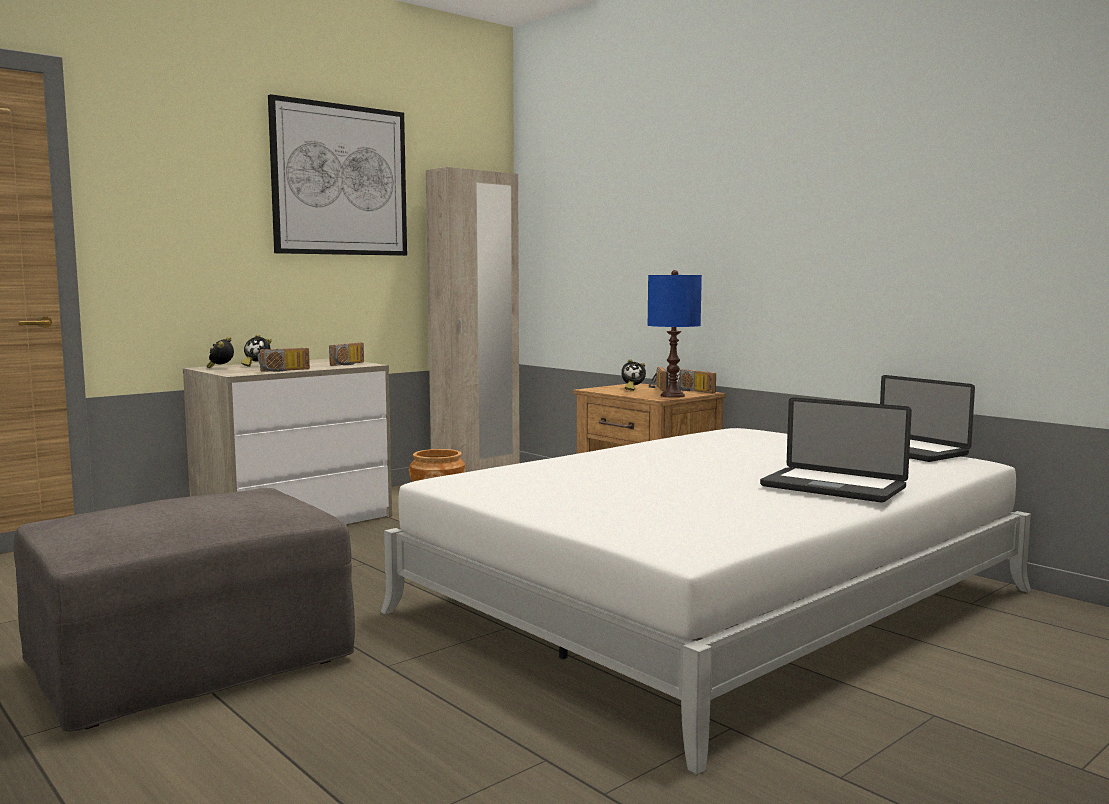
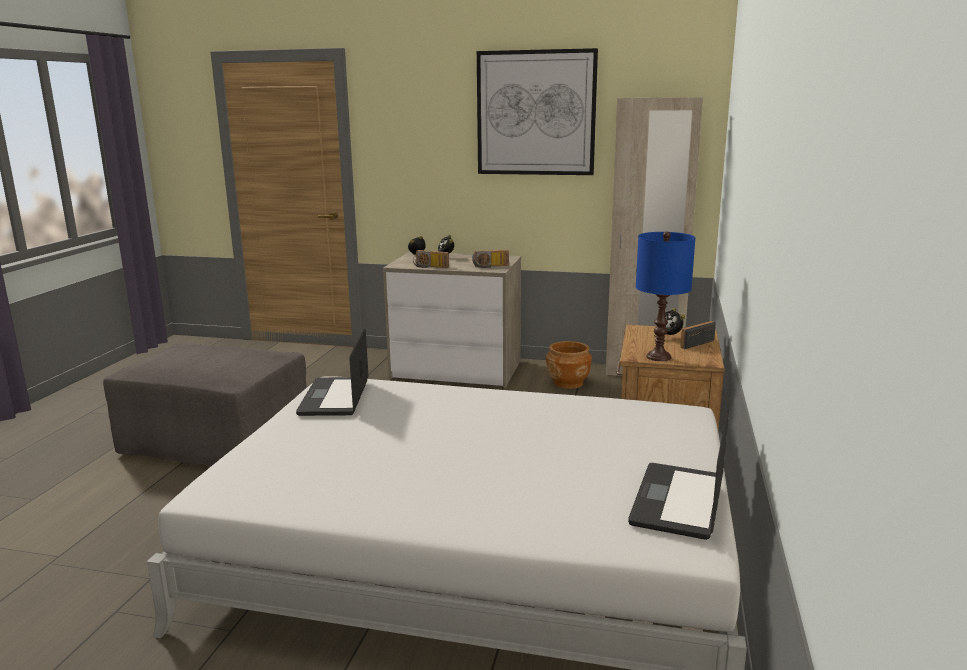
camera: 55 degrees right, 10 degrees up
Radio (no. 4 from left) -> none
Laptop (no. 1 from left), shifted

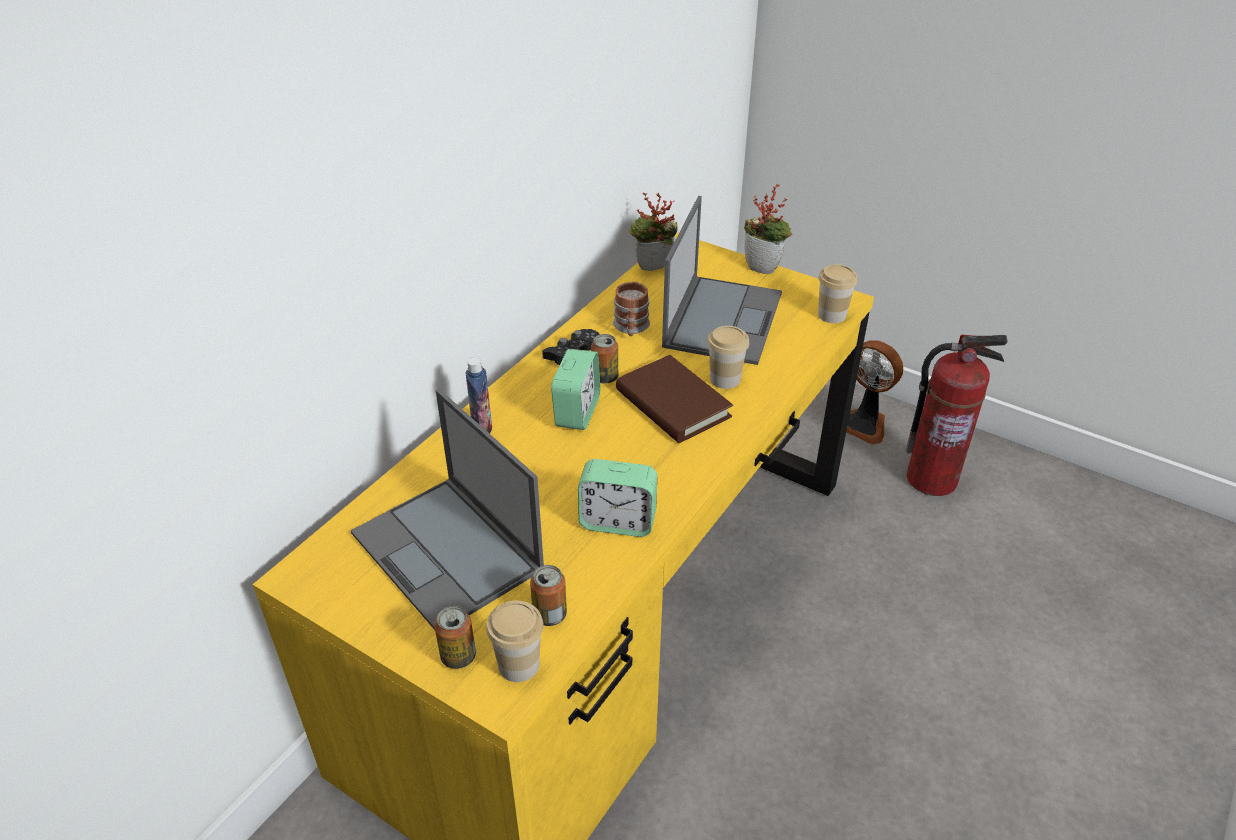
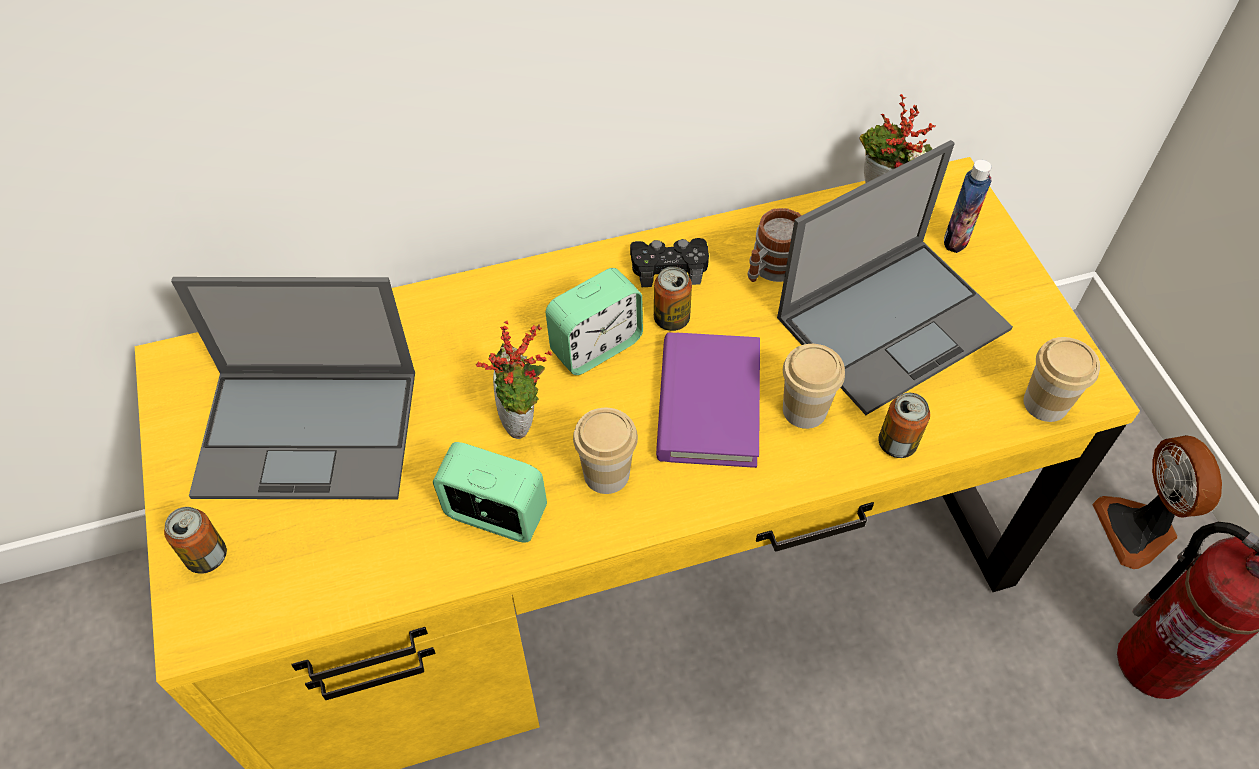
camera: 40 degrees right, 15 degrees up
Flasche, shifted
Tasse (no. 1 from left), shifted
Dose (no. 2 from left in the first image) -> Dose (no. 3 from left), shifted
Topfpflanze (no. 2 from left in the first image) -> Topfpflanze (no. 1 from left), shifted
Buch [braun] -> Buch [lila]
Laptop (no. 1 from left), 90 degrees counterclockwise
Wecker (no. 2 from left in the first image) -> Wecker (no. 1 from left), 150 degrees clockwise

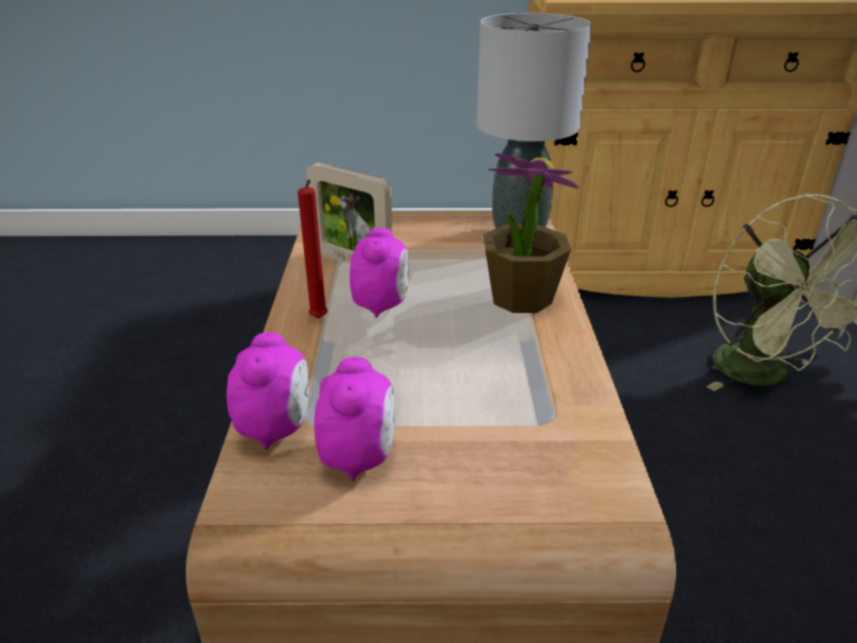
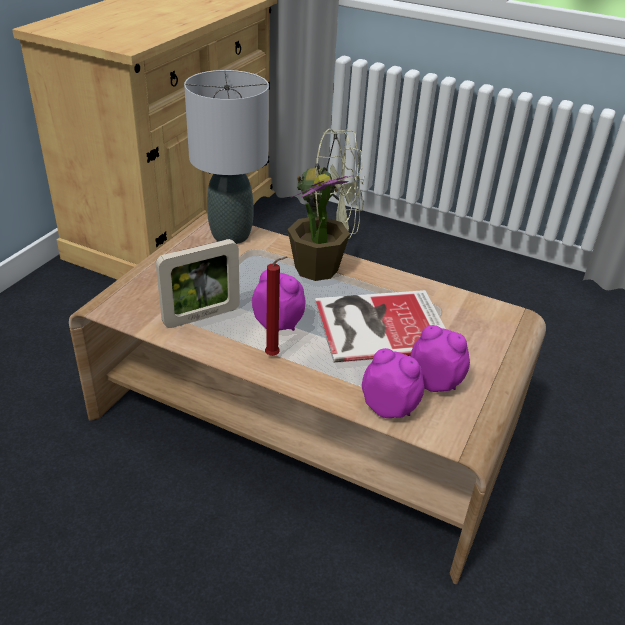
camera: 65 degrees left, 5 degrees up
none -> Buch

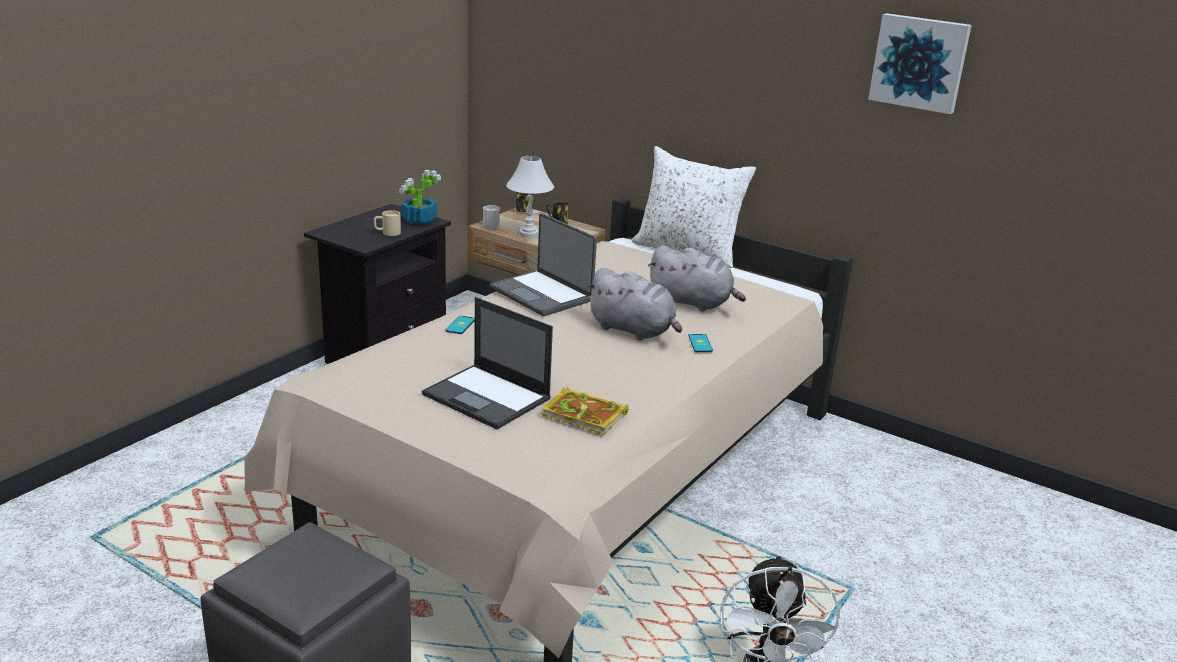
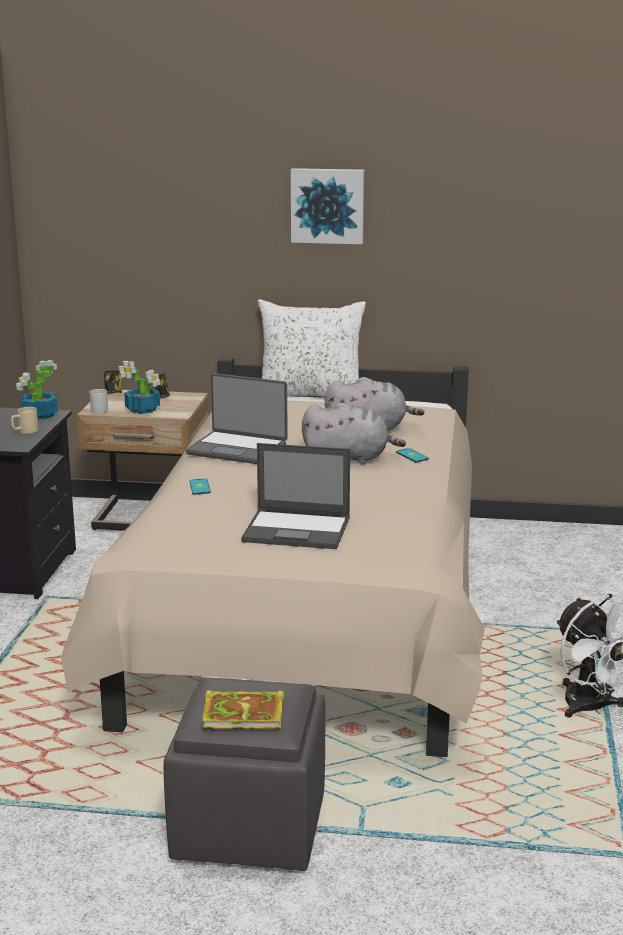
camera: 25 degrees left, 5 degrees down
Buch, shifted
Bild, shifted
Tischlampe [weiß] -> Topfpflanze (no. 2 from left)

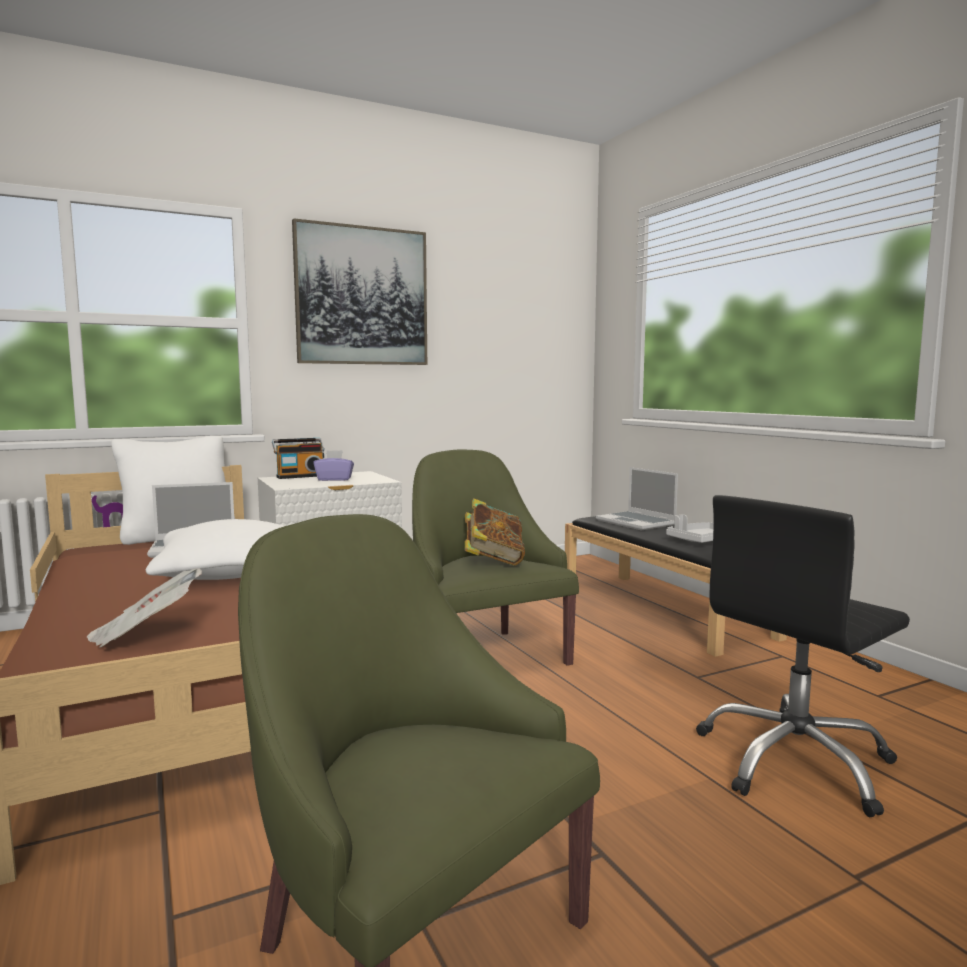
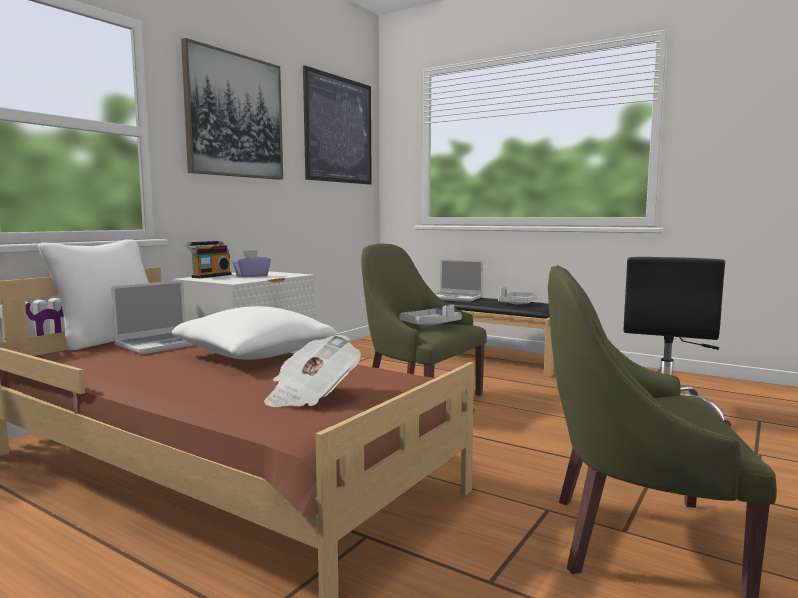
camera: 30 degrees left, 0 degrees up
none -> Bild (no. 2 from left)
Buch -> Tablett [grau] (no. 1 from left)

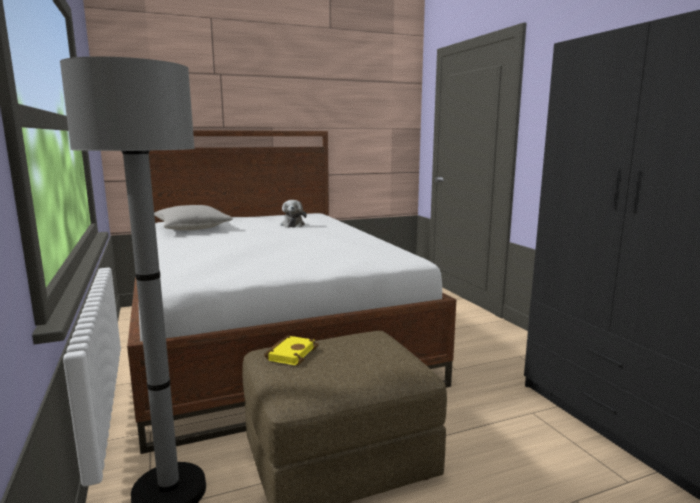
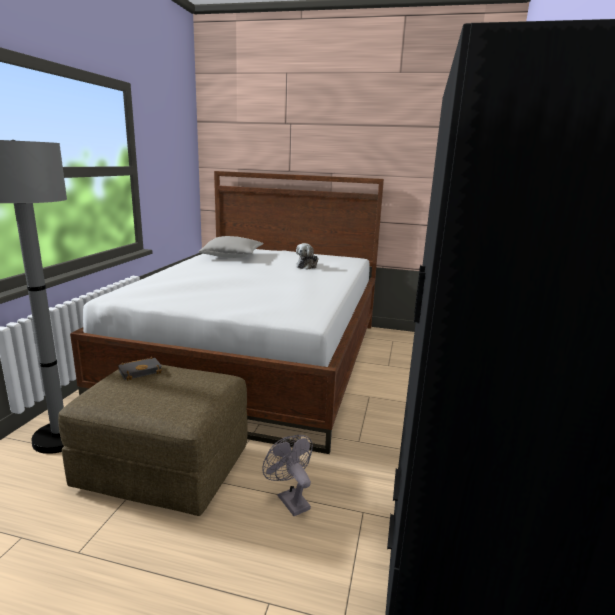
camera: 35 degrees right, 5 degrees up
none -> Ventilator [grau]
Buch [gelb] -> Buch [schwarz]

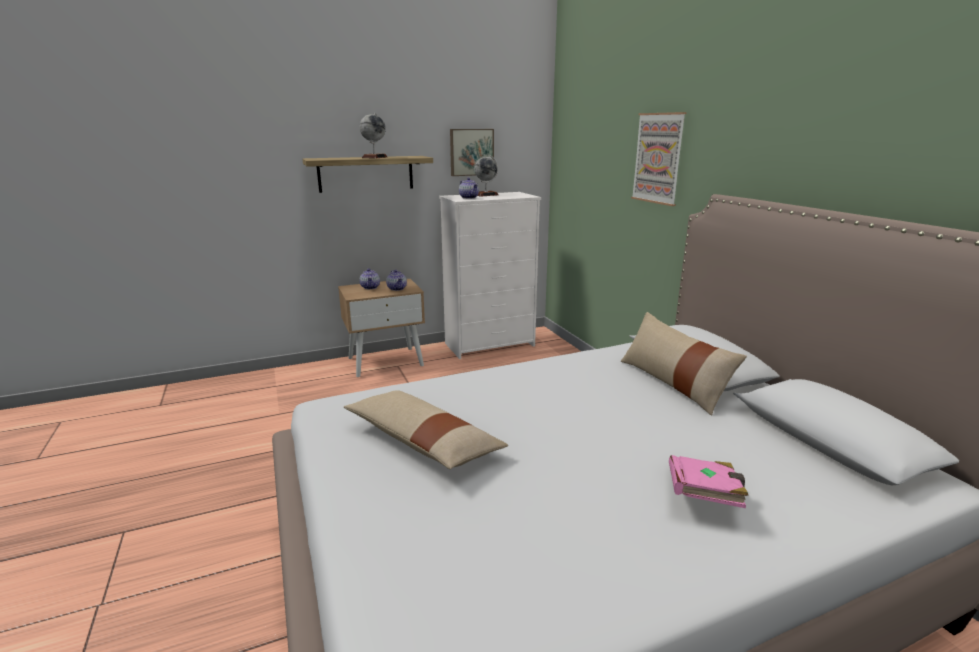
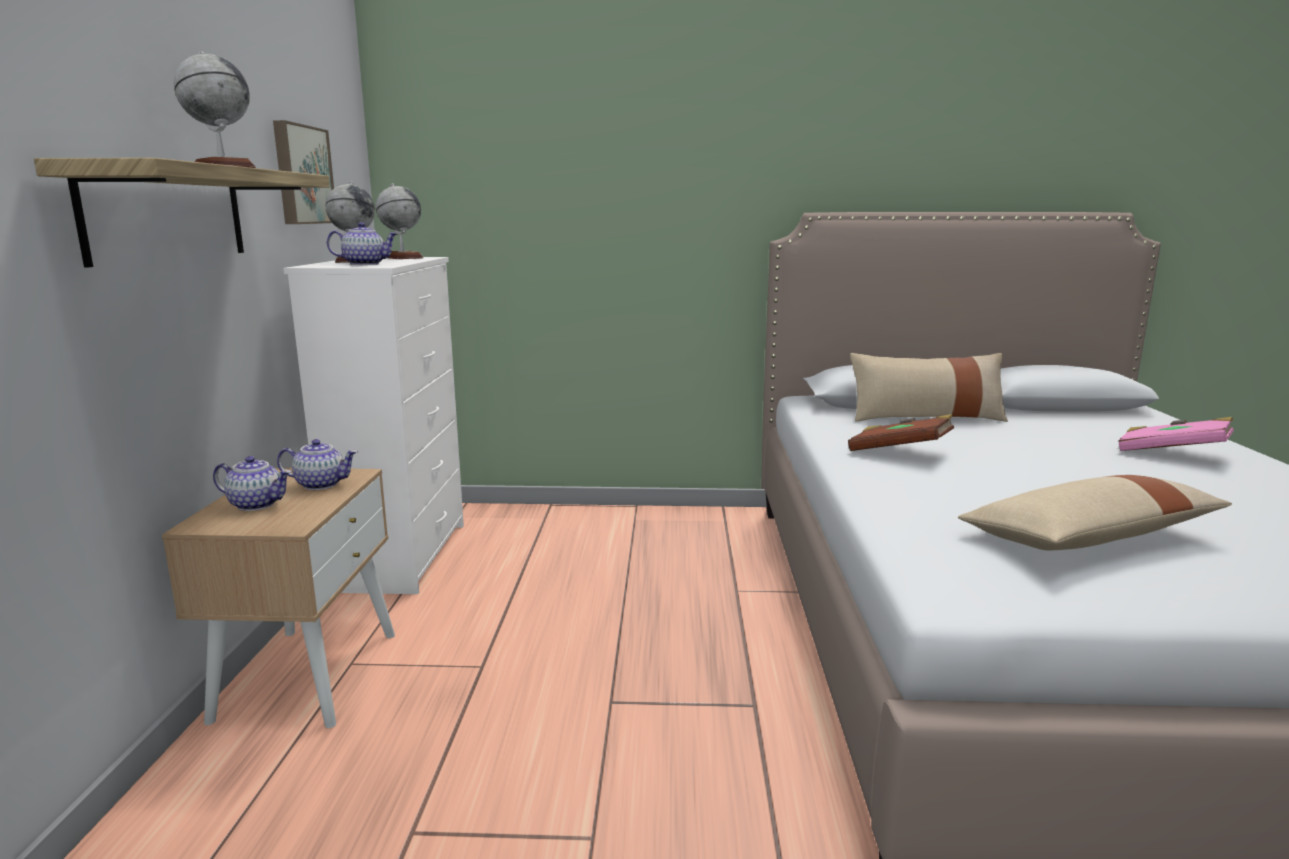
camera: 65 degrees left, 5 degrees down
Bild (no. 2 from left) -> none
none -> Globus (no. 3 from left)
none -> Buch [braun]

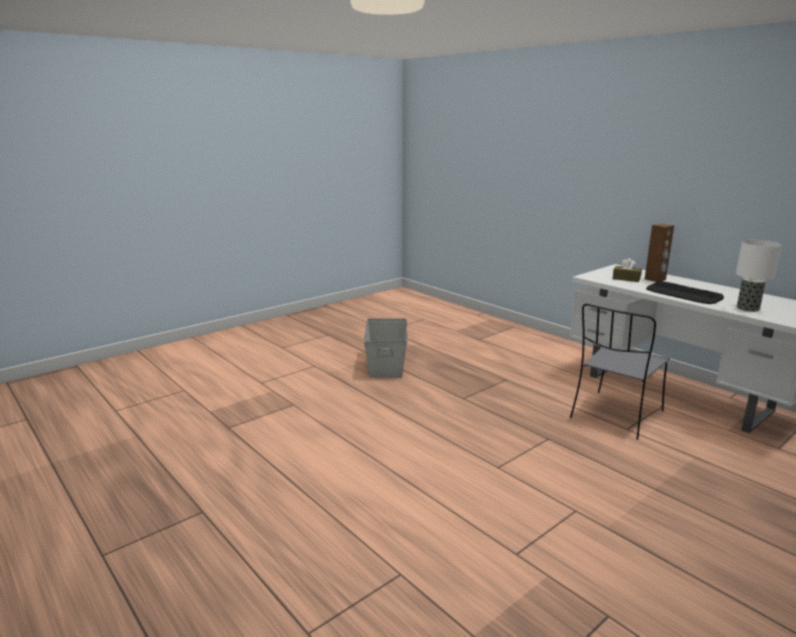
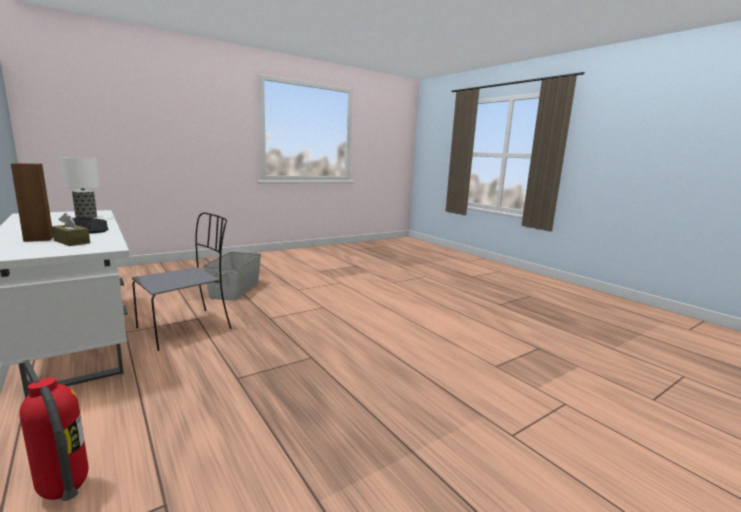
camera: 175 degrees left, 5 degrees down
none -> Feuerlöscher
Aufbewahrungsbox [grau], shifted

